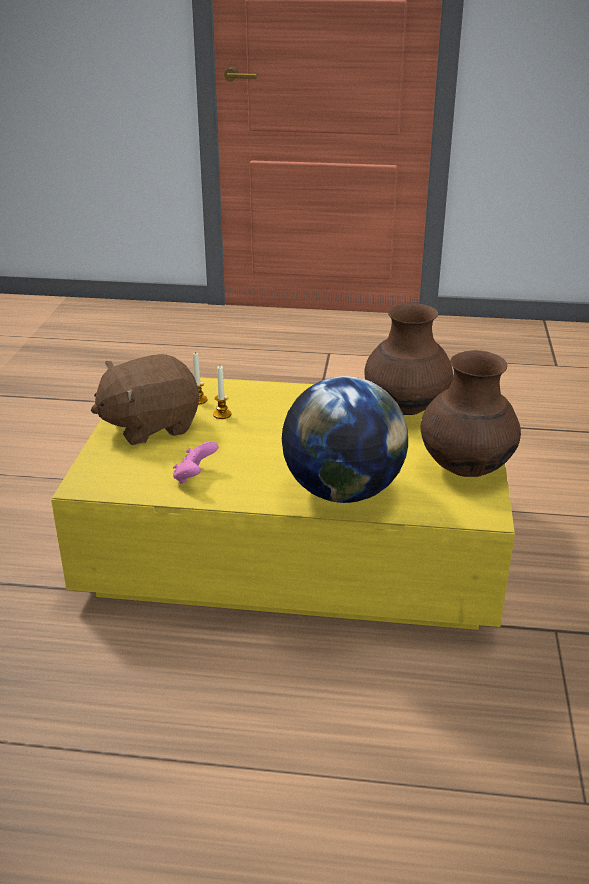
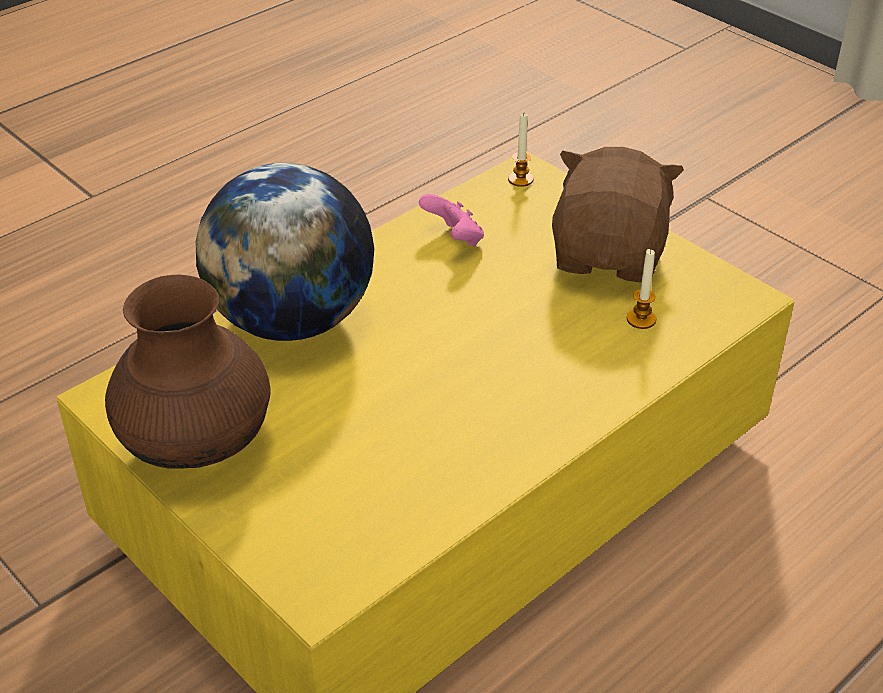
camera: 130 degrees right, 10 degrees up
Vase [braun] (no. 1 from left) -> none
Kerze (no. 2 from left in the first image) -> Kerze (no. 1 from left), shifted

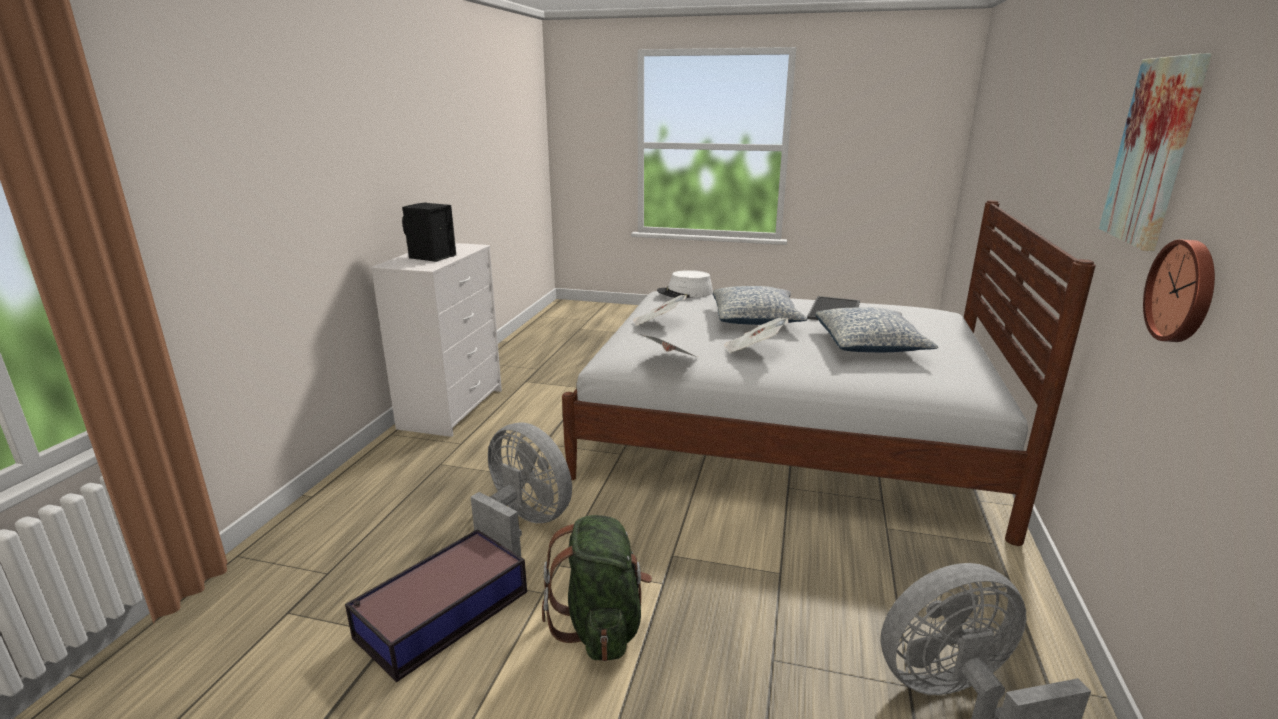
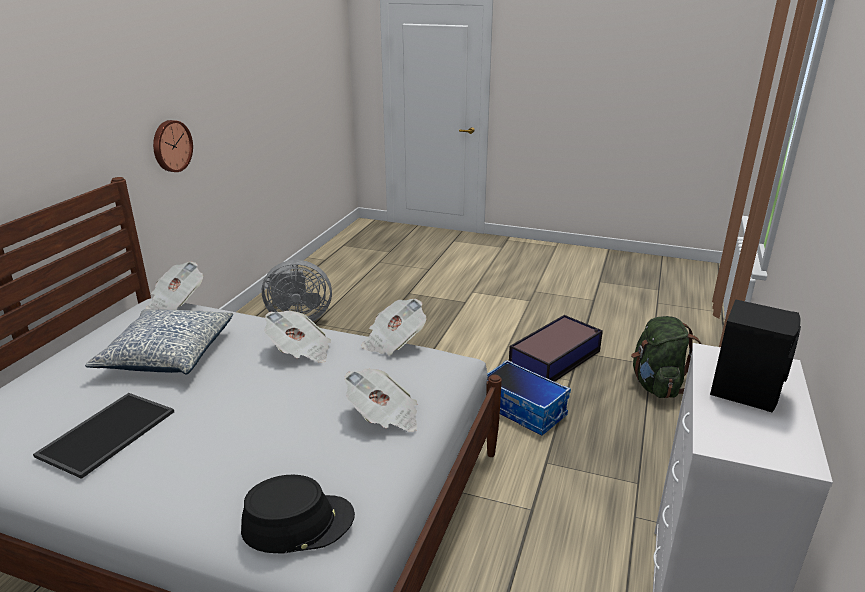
camera: 175 degrees left, 5 degrees up
Kissen (no. 1 from left) -> none
Bild -> none
none -> Zeitung (no. 1 from left)
Rucksack [grün], shifted
Ventilator [grau] (no. 1 from left) -> Aufbewahrungsbox (no. 1 from left)
Hut [weiß] -> Hut [schwarz]

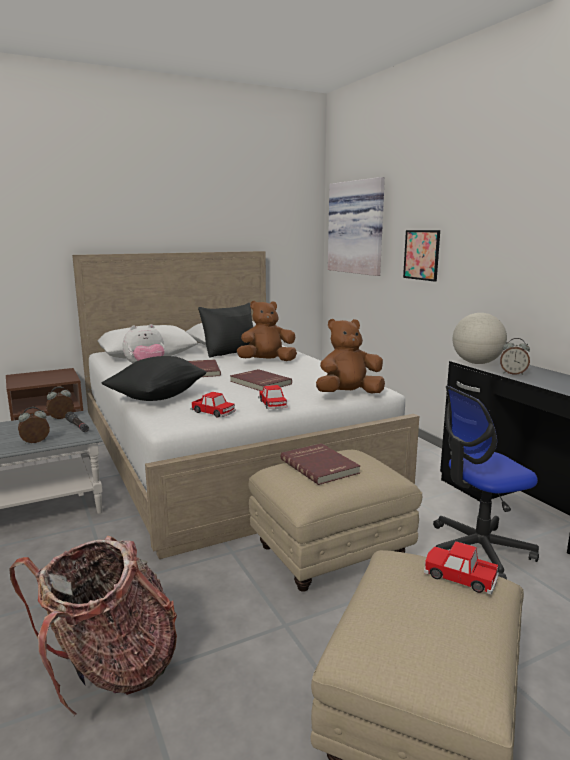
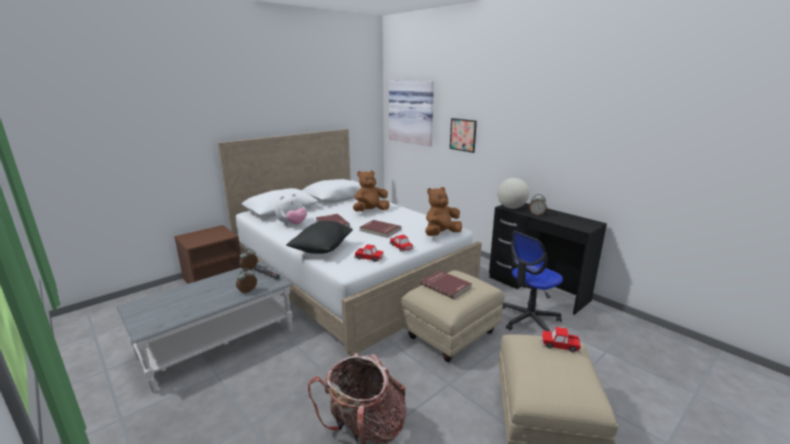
camera: 15 degrees left, 5 degrees up
Kissen [schwarz] (no. 2 from left) -> none

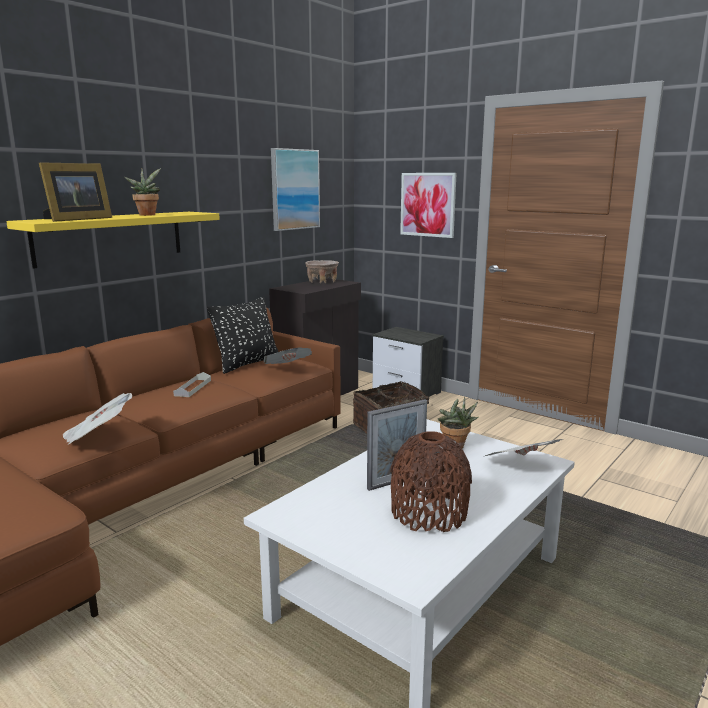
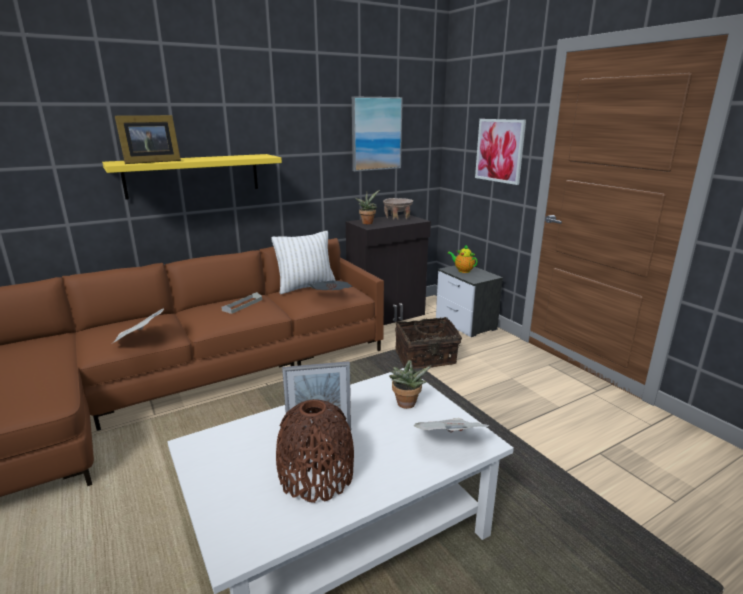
camera: 20 degrees right, 5 degrees up
none -> Teekanne
Topfpflanze (no. 1 from left), shifted
Kissen [schwarz] -> Kissen [weiß]

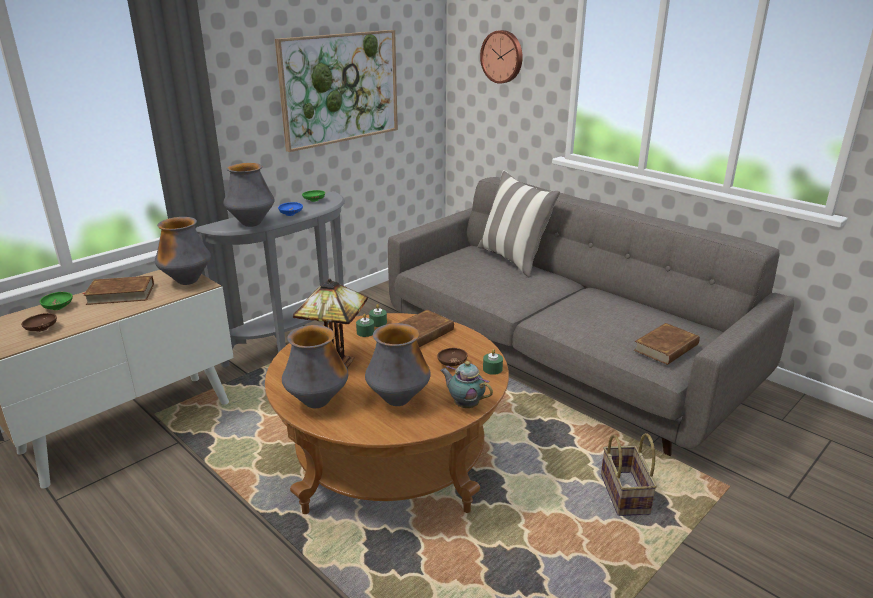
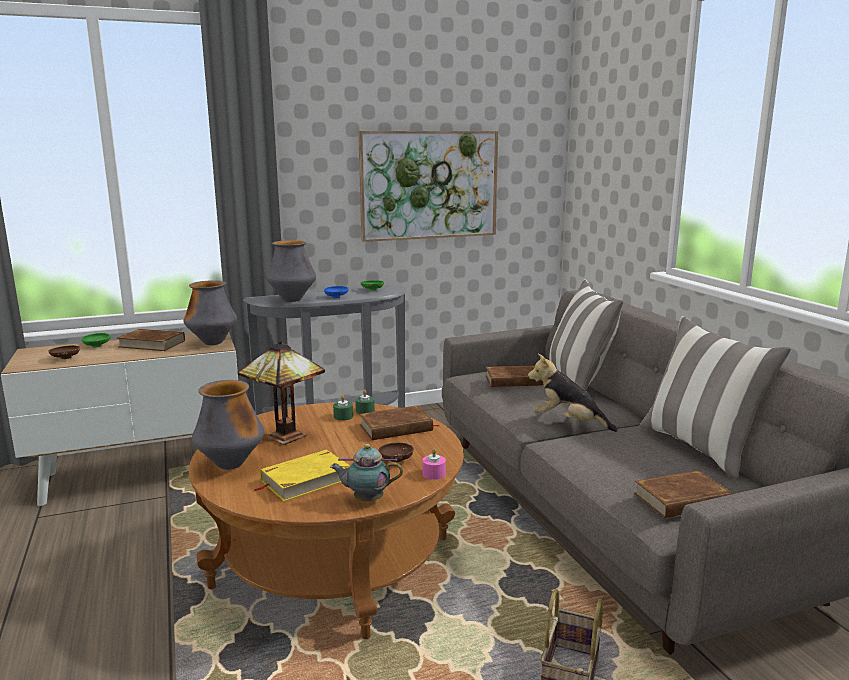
camera: 25 degrees right, 10 degrees down
Wanduhr -> none
none -> Buch [braun] (no. 3 from left)
none -> Plüschtier
none -> Kissen (no. 2 from left)
Vase (no. 4 from left) -> Buch [gelb]
Kerze [grün] (no. 3 from left) -> Kerze [rosa]
Teekanne, 60 degrees counterclockwise

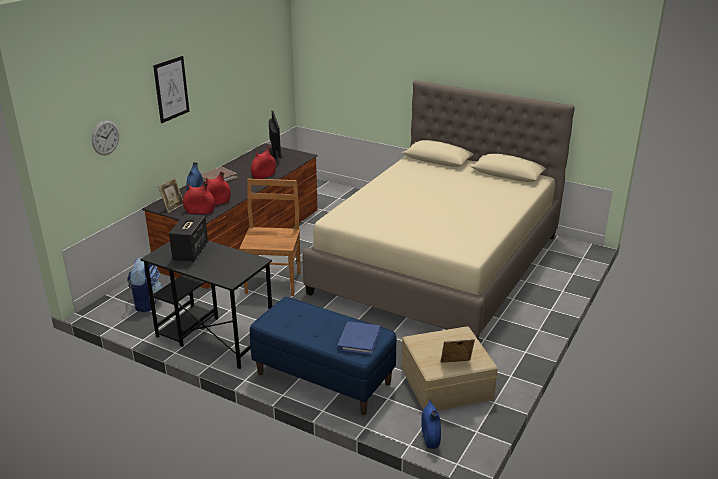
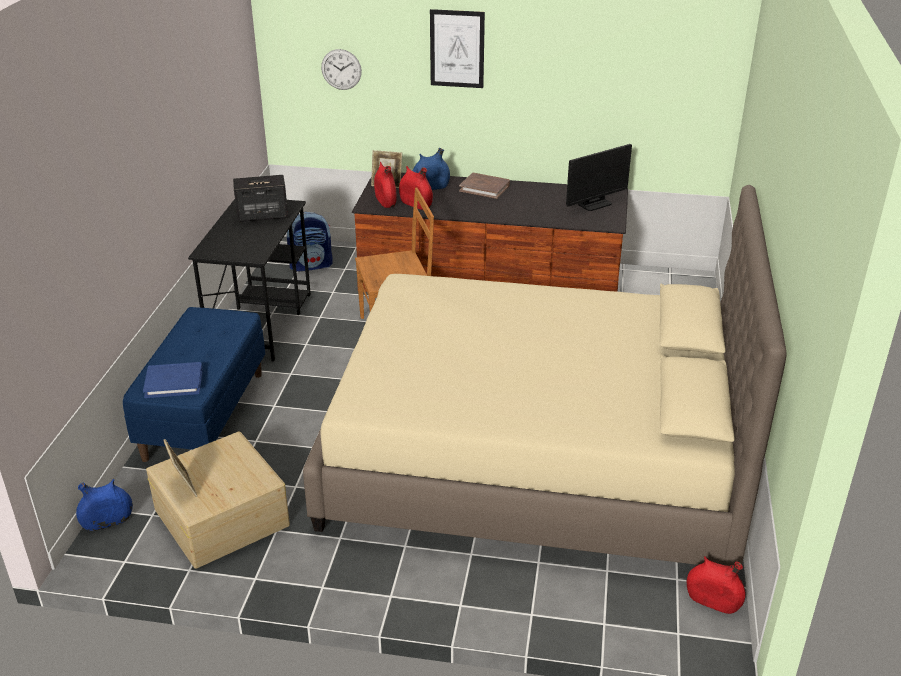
camera: 70 degrees right, 5 degrees up
Vase [rot] (no. 3 from left), shifted

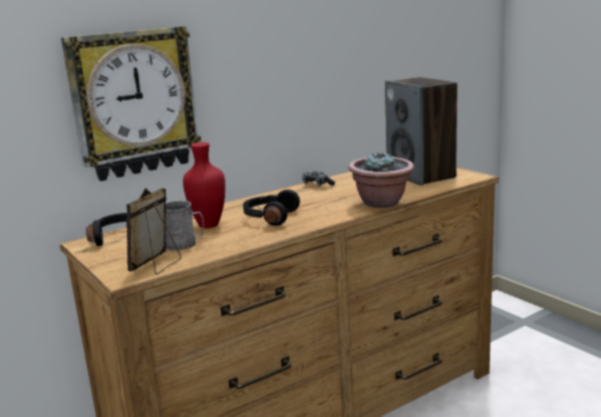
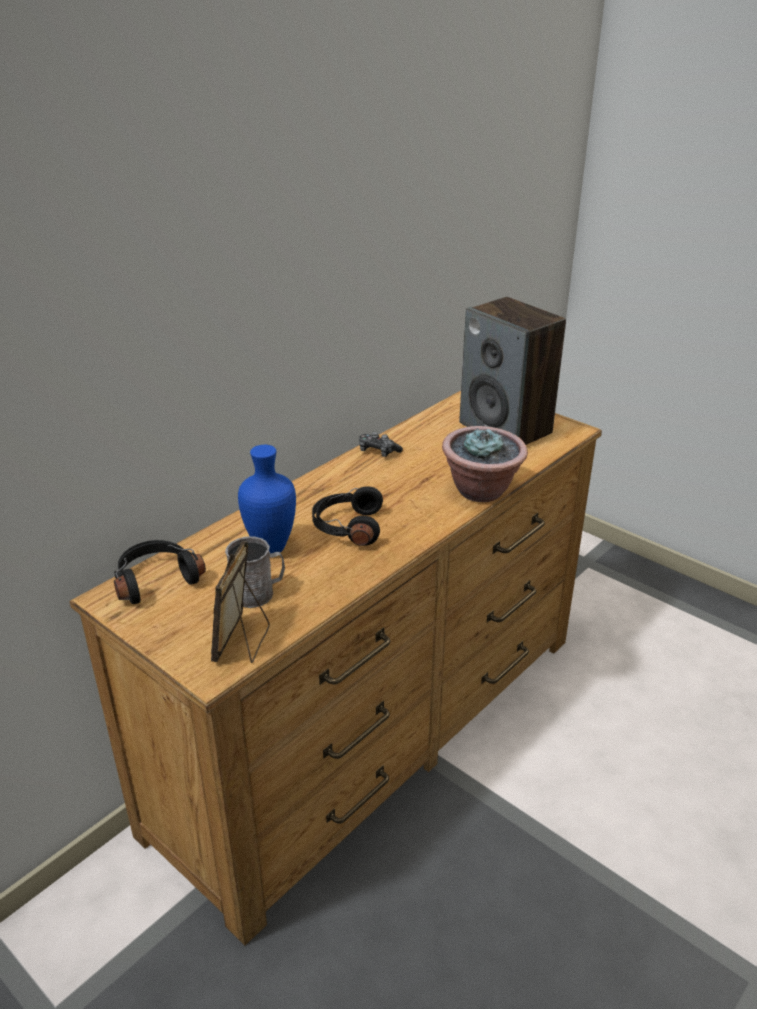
camera: 15 degrees left, 15 degrees up
Wanduhr -> none
Vase [rot] -> Vase [blau]

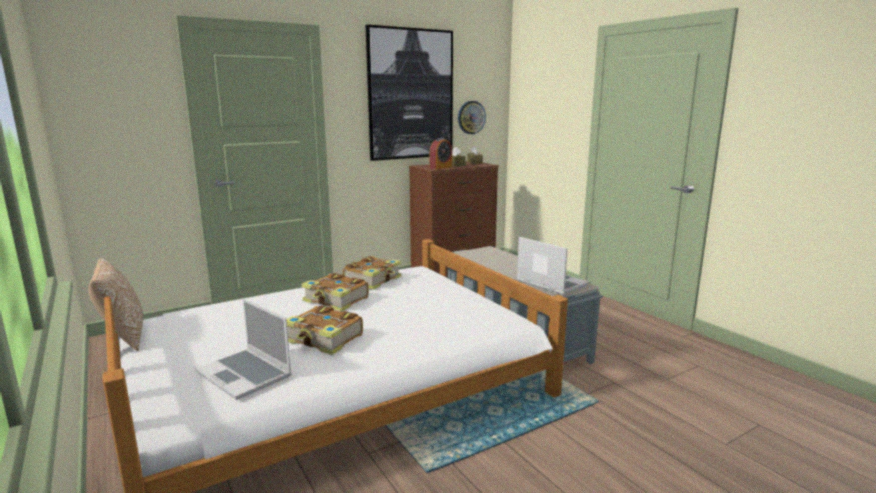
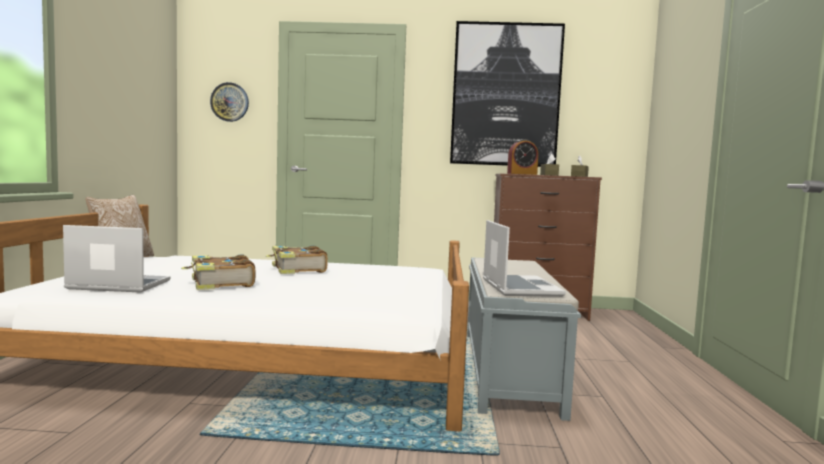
camera: 35 degrees right, 10 degrees down
Buch (no. 3 from left) -> none
Wanduhr, shifted
Laptop (no. 1 from left), 105 degrees clockwise

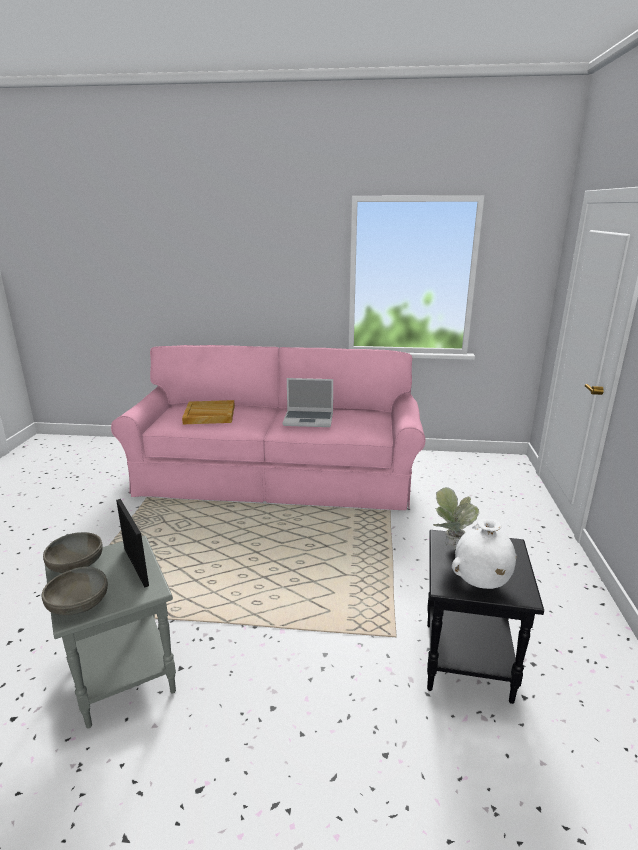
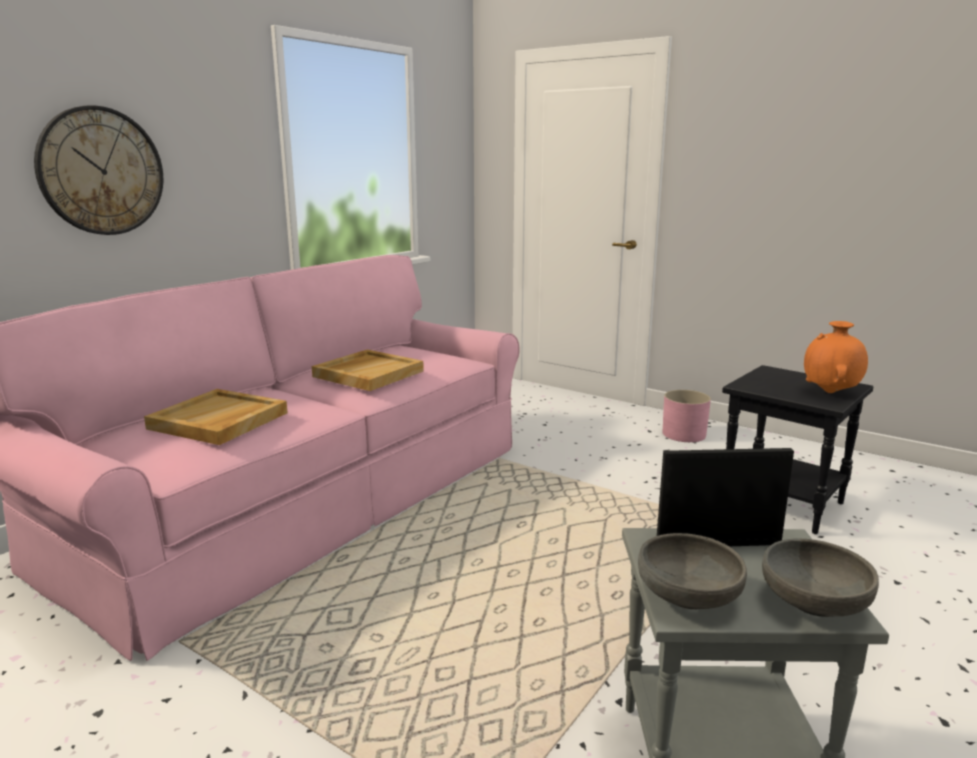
camera: 60 degrees left, 5 degrees down
Topfpflanze -> none
none -> Wanduhr
none -> Pflanzkübel [rosa]
Laptop -> Tablett [beige] (no. 2 from left)
Vase [weiß] -> Vase [orange]

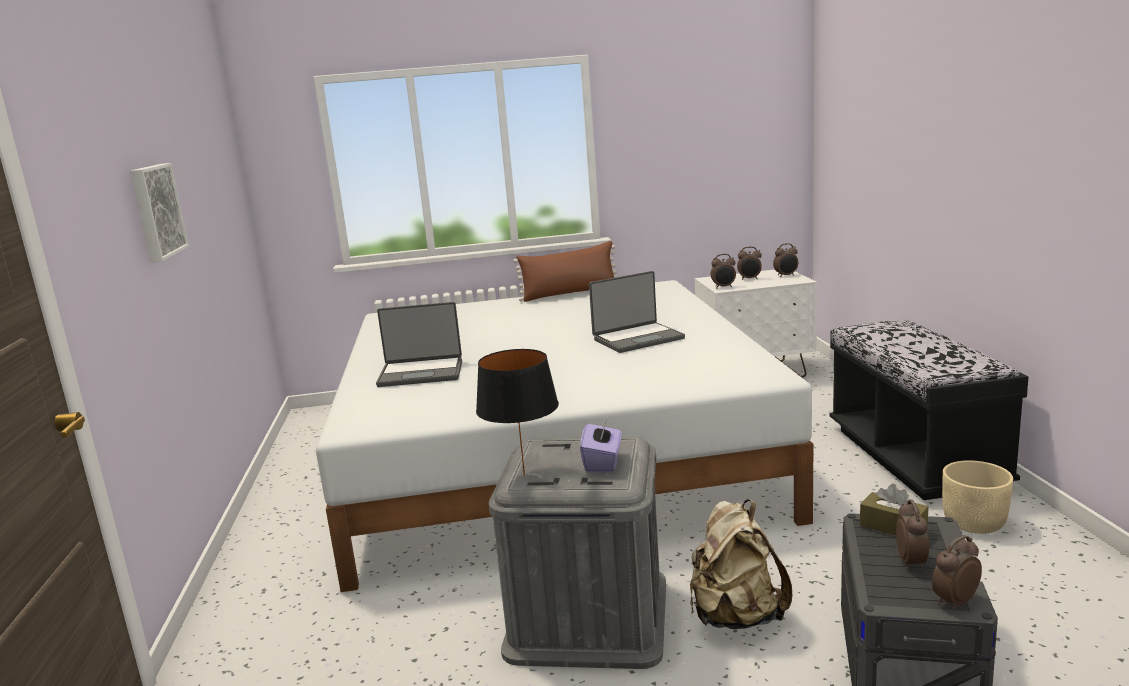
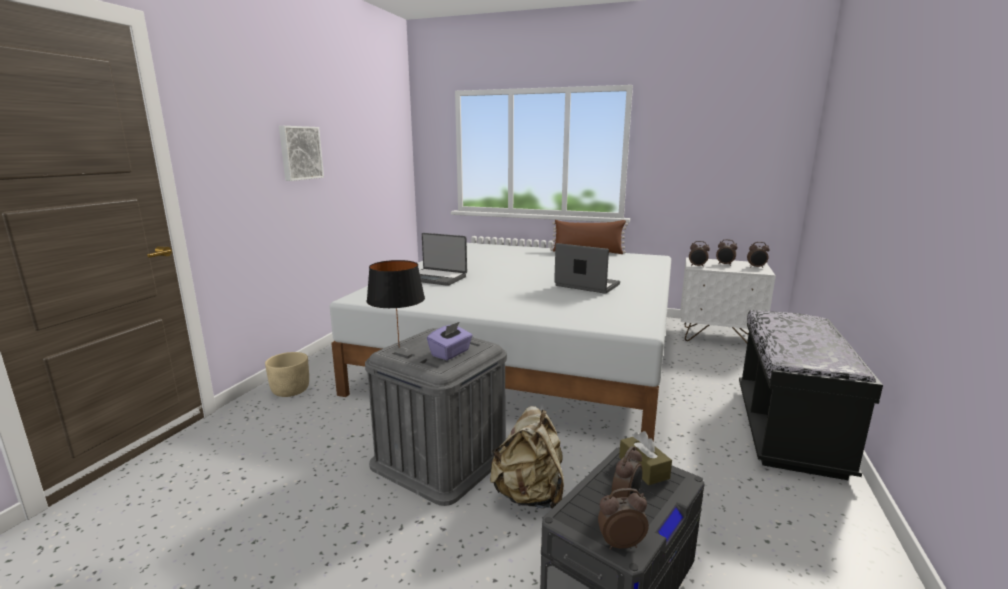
camera: 25 degrees right, 0 degrees up
Pflanzkübel [beige], shifted
Laptop (no. 2 from left), 150 degrees counterclockwise

